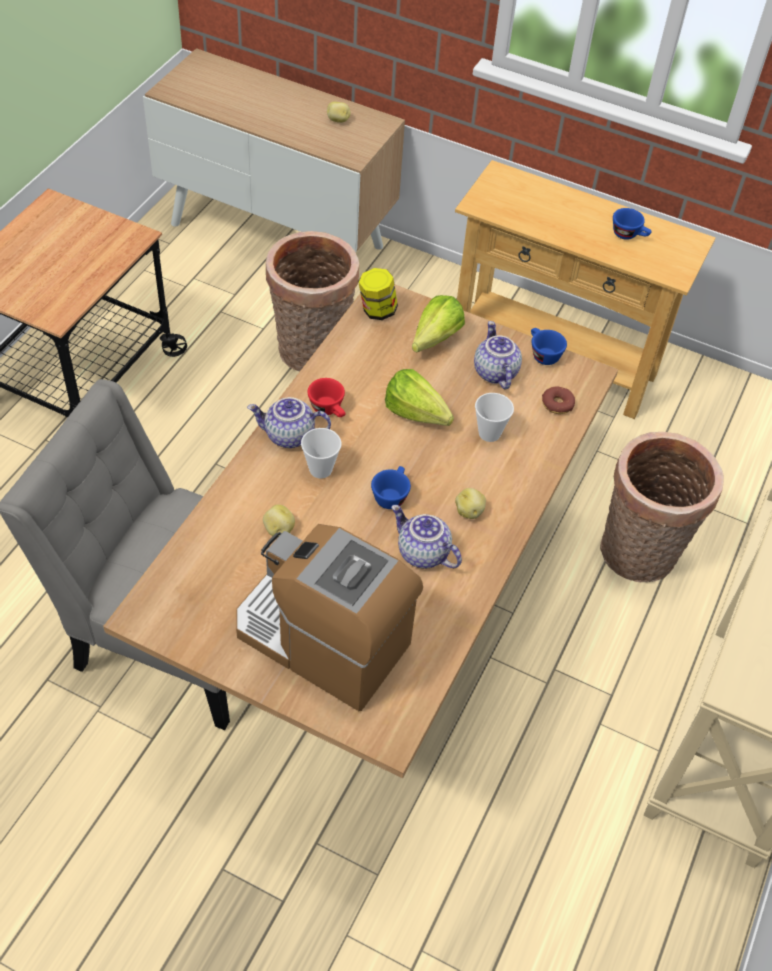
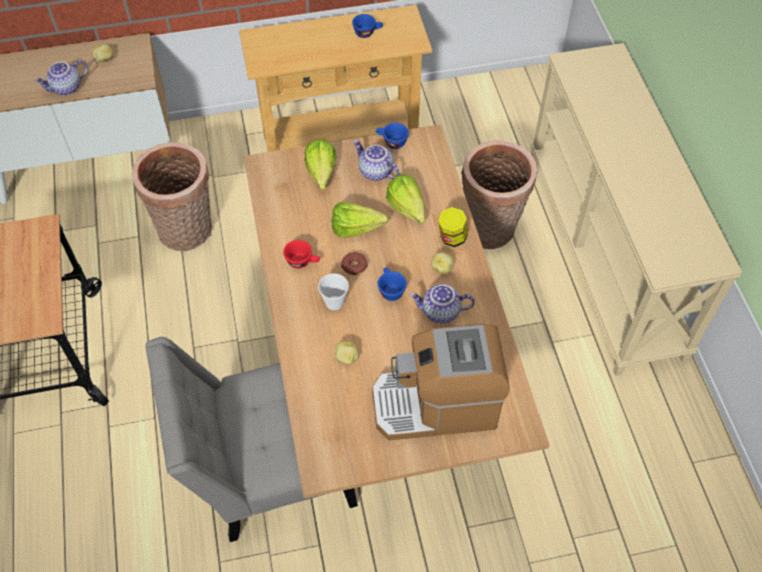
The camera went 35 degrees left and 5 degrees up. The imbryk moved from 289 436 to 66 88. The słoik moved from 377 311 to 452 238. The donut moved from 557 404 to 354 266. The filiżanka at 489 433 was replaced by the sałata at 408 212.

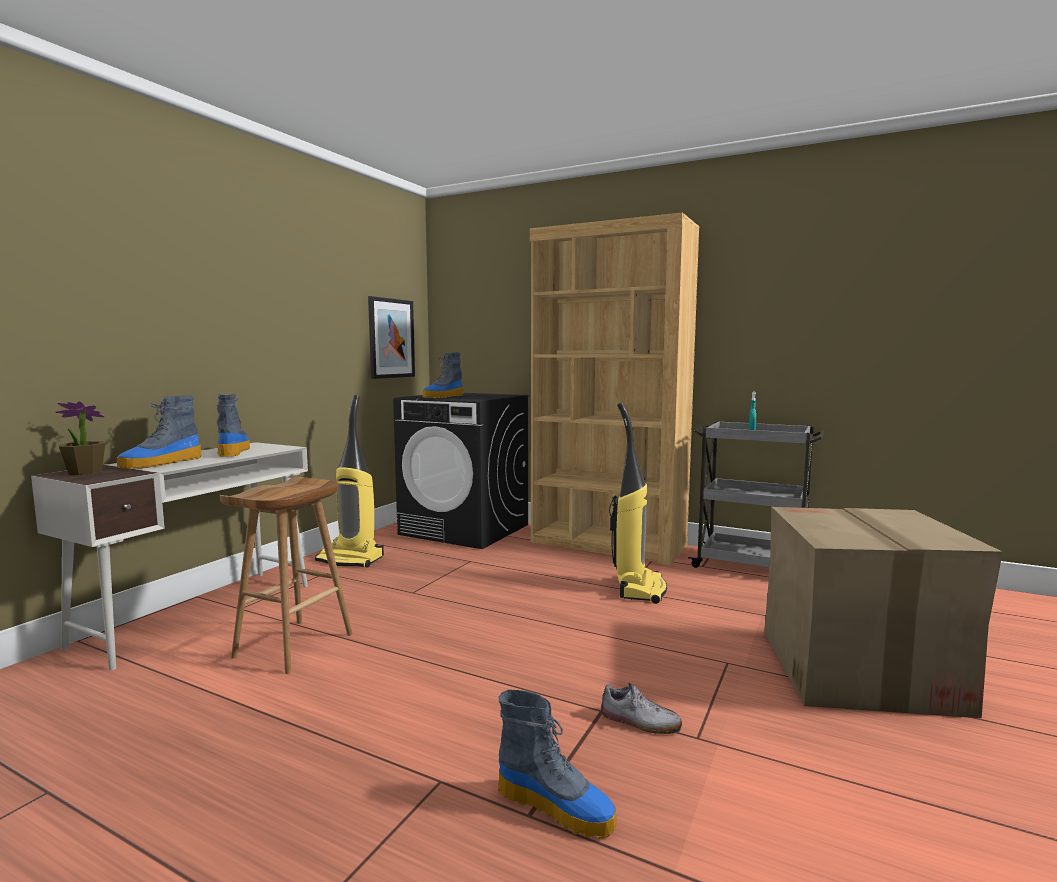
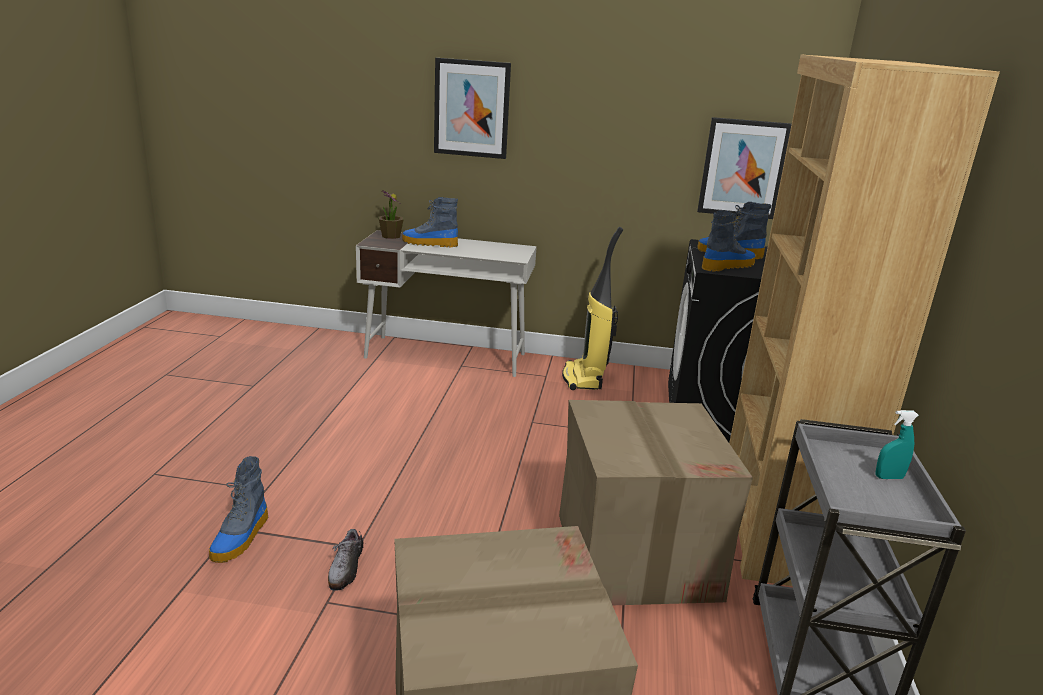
The camera went 70 degrees right and 15 degrees up. The stołek (brązowy) at 294 646 disappeared. The obraz at 471 108 appeared. The but z cholewką moved from 233 451 to 727 266. The odkurzacz at 639 588 was replaced by the karton at 636 554.

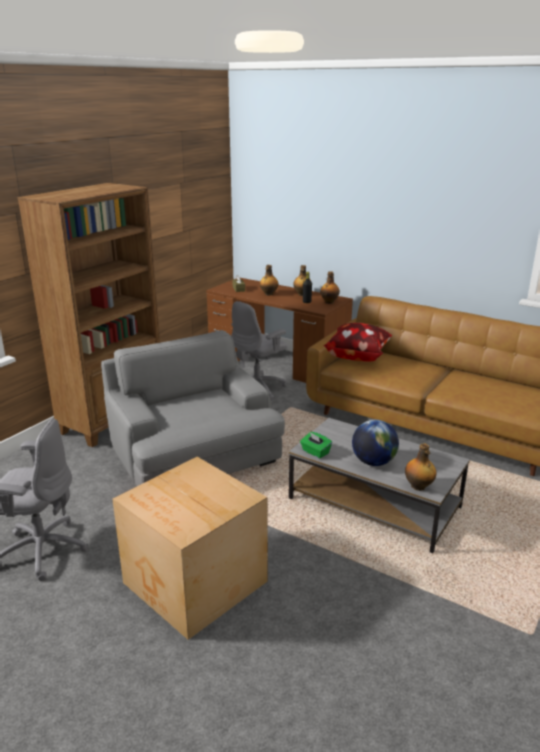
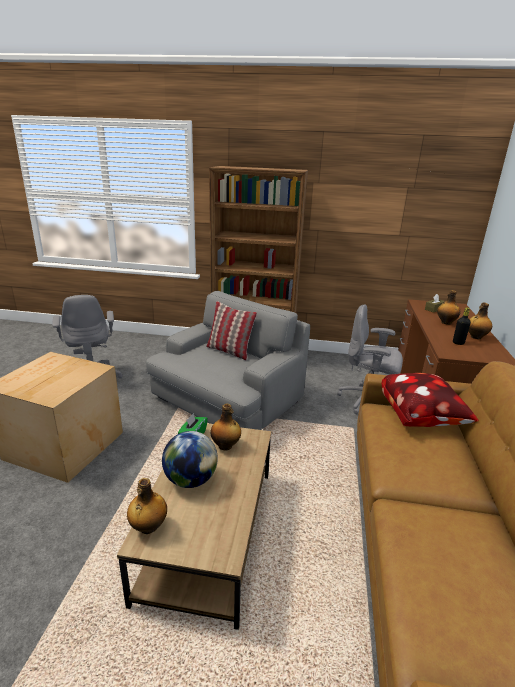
The camera went 65 degrees right and 0 degrees up. The poduszka at 229 351 appeared. The butelka moved from 329 302 to 225 446. The ława (szary) at 375 503 became the ława (brązowy) at 209 533.

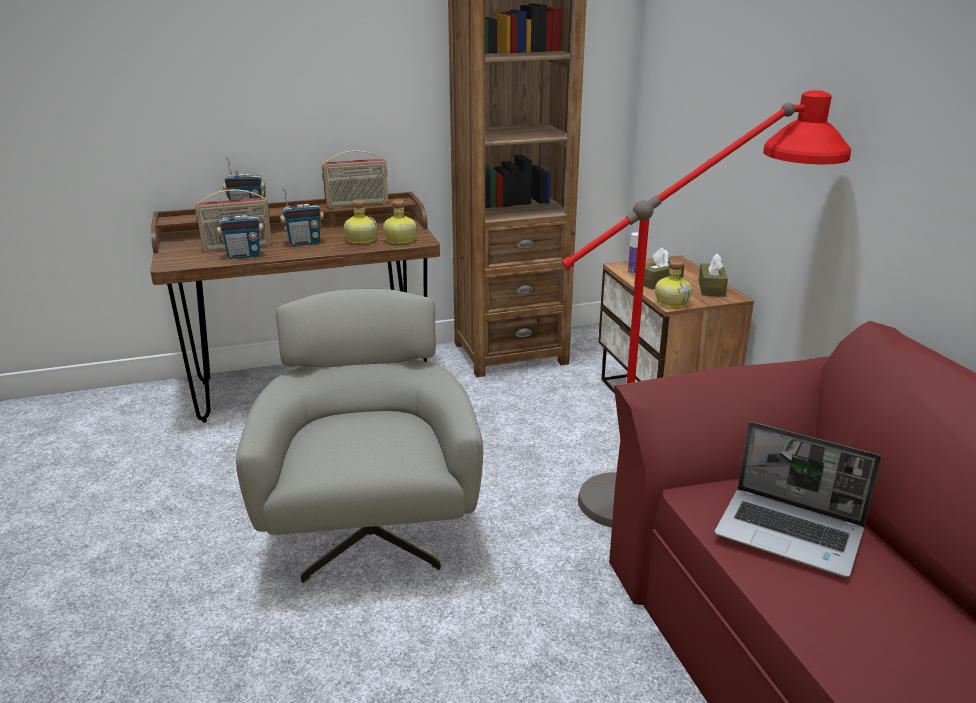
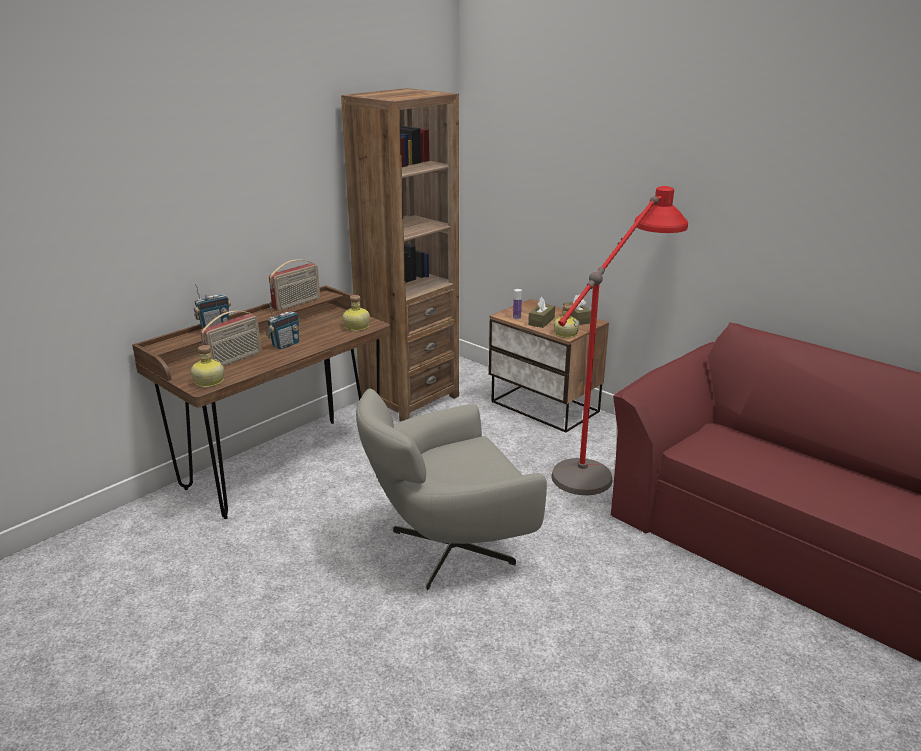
The camera went 30 degrees left and 0 degrees up. The radio at 243 256 disappeared. The laptop at 791 533 disappeared. The butelka moved from 360 239 to 208 382. The fotel (szary) at 370 530 turned 75 degrees counterclockwise.

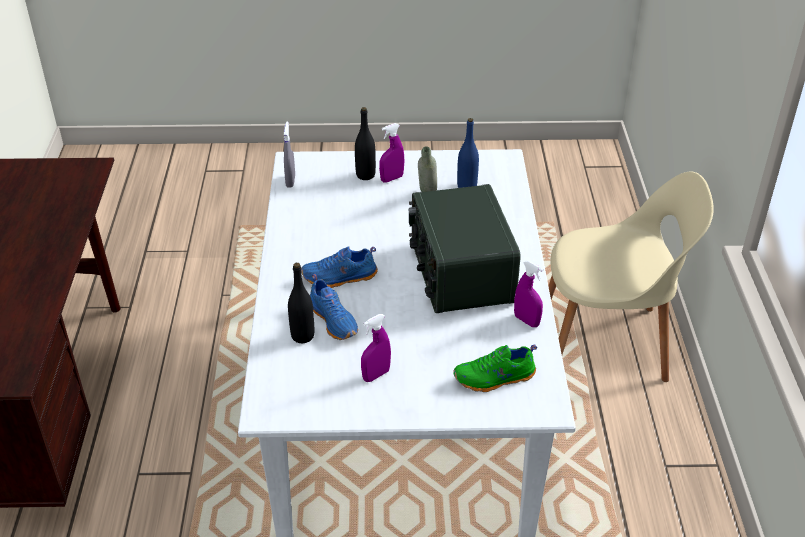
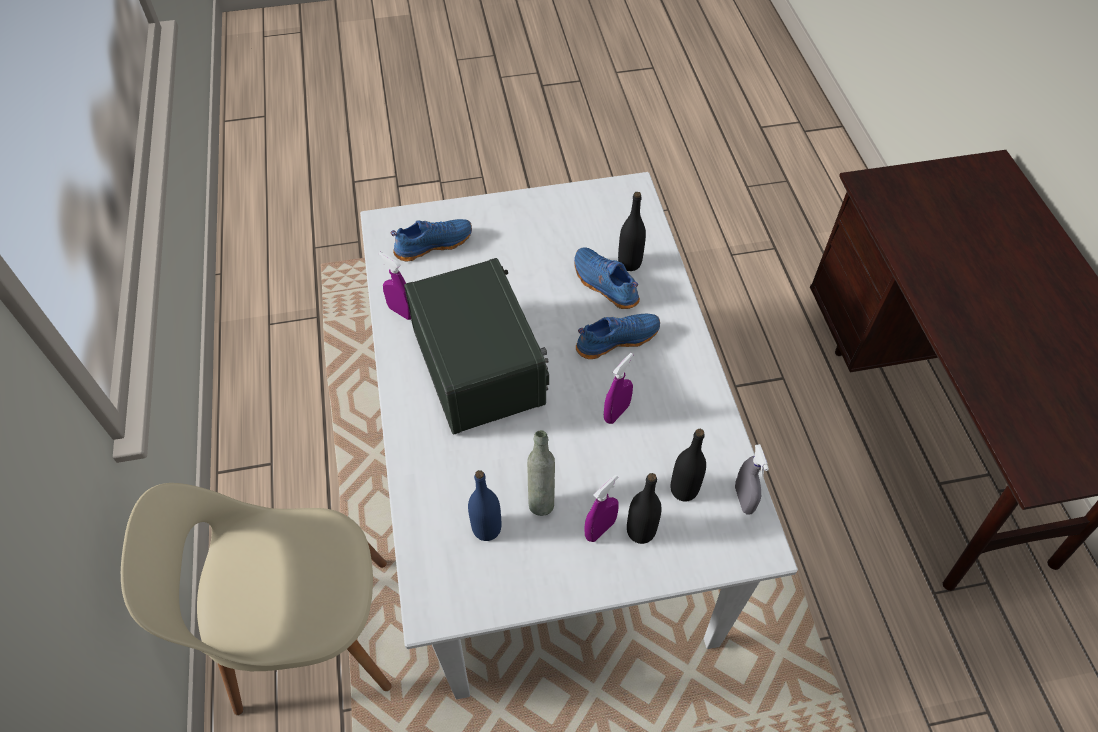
The camera went 170 degrees right and 15 degrees up. The butelka (czarny) at 684 489 appeared. The spryskiwacz (fioletowy) moved from 376 375 to 616 412. The but (zielony) at 495 379 became the but (niebieski) at 433 244.

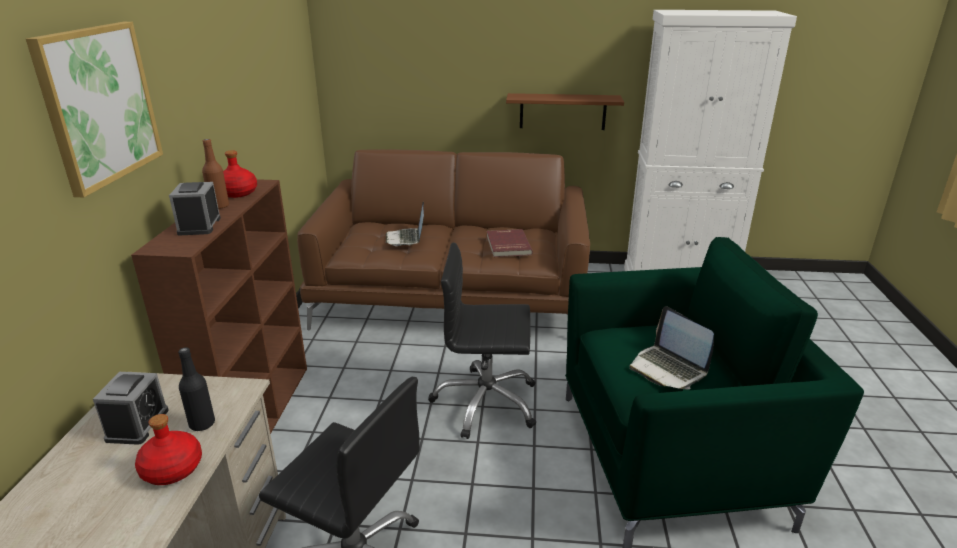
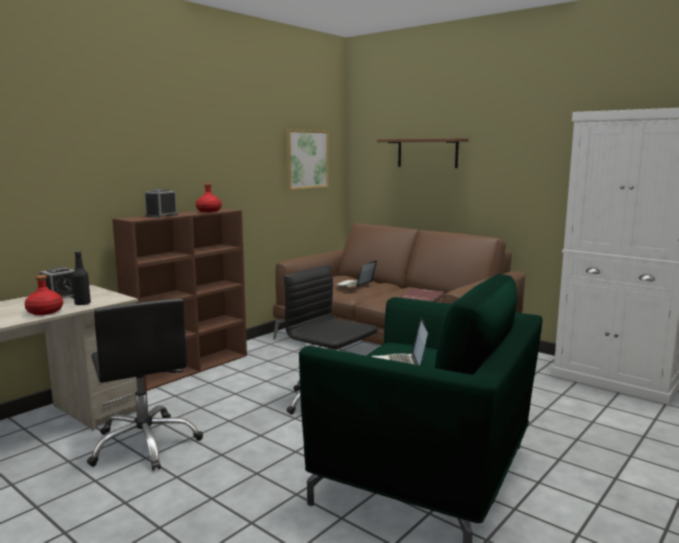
The camera went 35 degrees right and 15 degrees down. The butelka (brązowy) at 219 206 disappeared. The obraz moved from 99 105 to 306 159. The półka (brązowy) moved from 562 111 to 427 153.

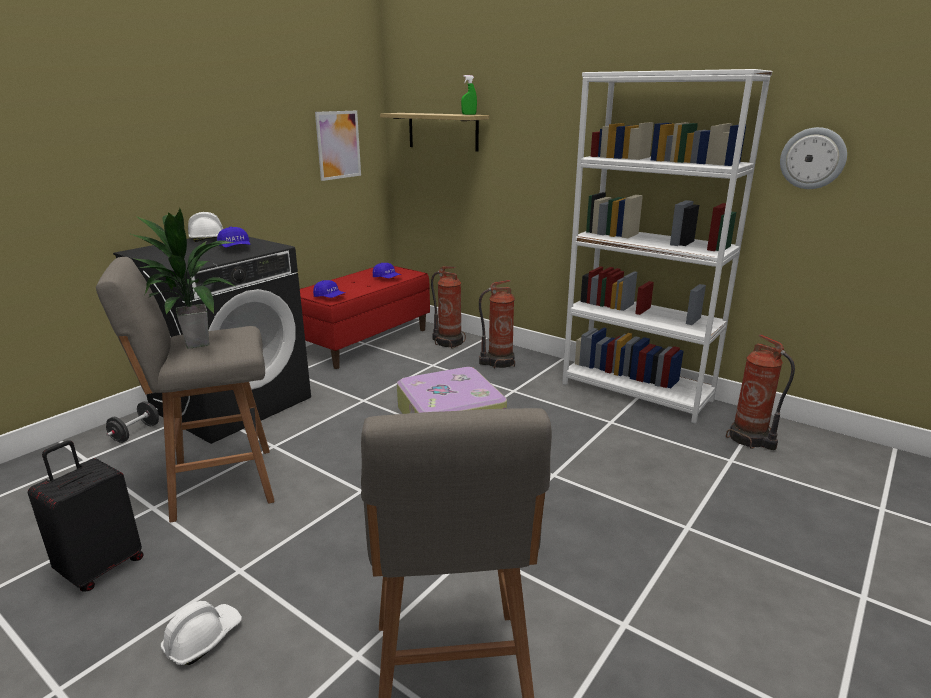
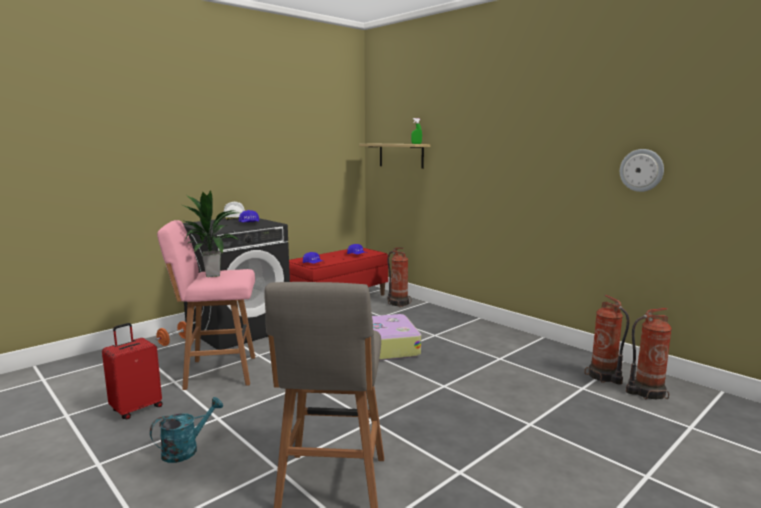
The camera went 10 degrees right and 10 degrees down. The obraz at 338 145 disappeared. The regał (biały) at 636 392 disappeared. The gaśnica moved from 498 362 to 646 392. The kask (biały) at 203 639 was replaced by the konewka (turkusowy) at 186 449. The walizka (czarny) at 101 567 became the walizka (czerwony) at 136 409. The stołek (szary) at 218 484 became the stołek (różowy) at 217 372. The hantel (czarny) at 135 433 became the hantel (pomarańczowy) at 174 341.

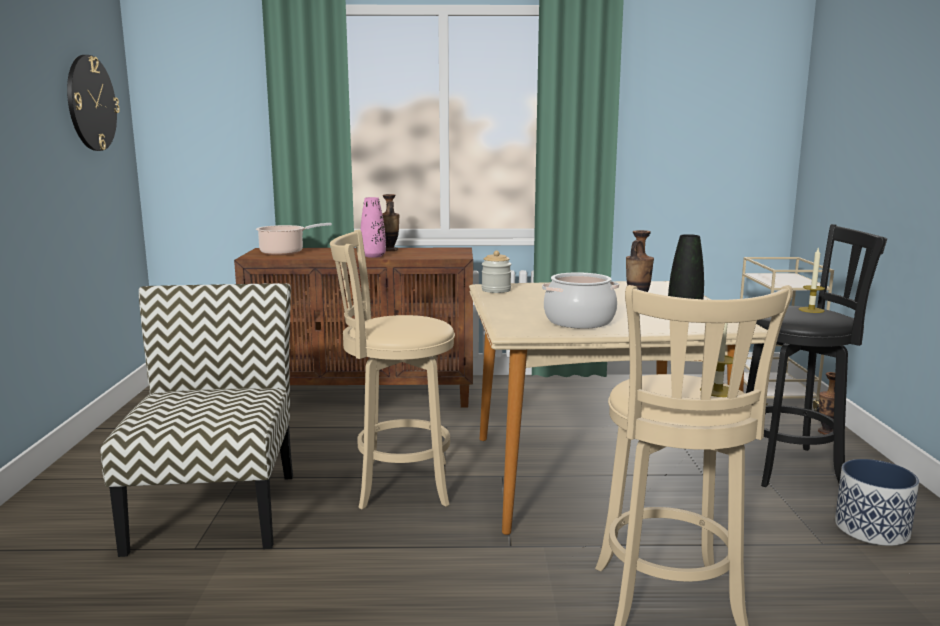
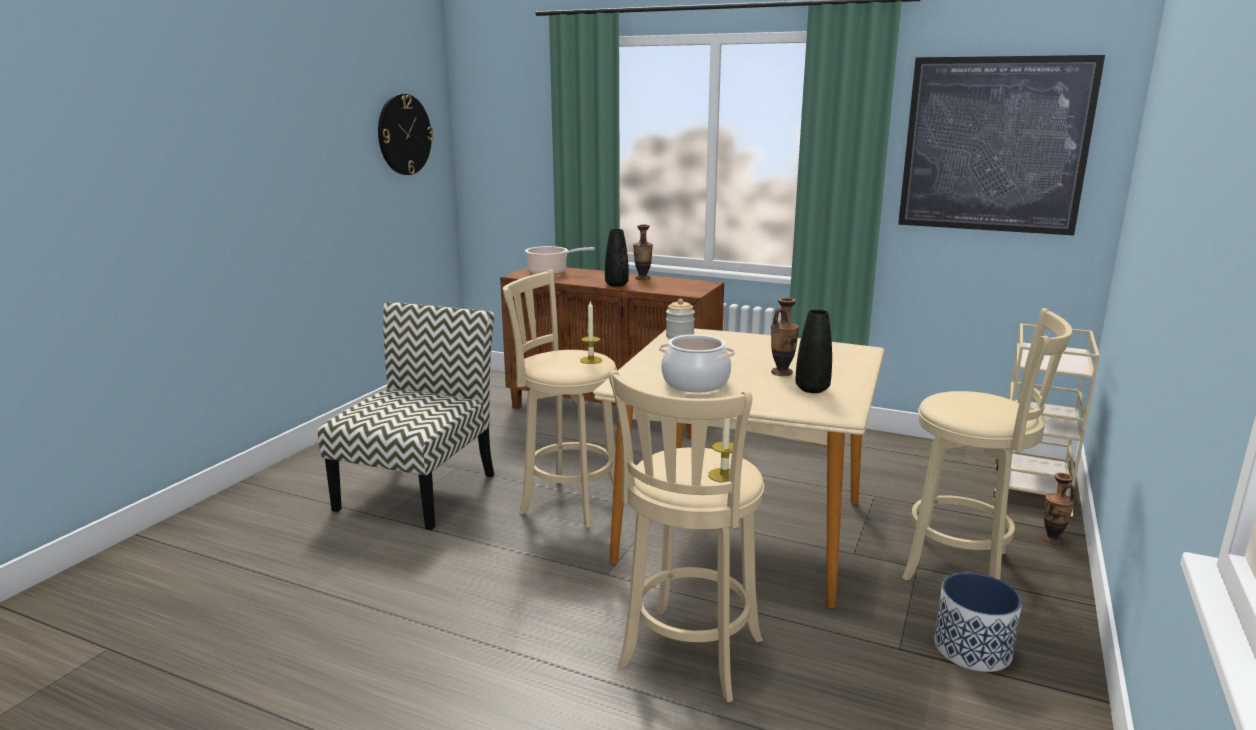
The camera went 25 degrees right and 5 degrees up. The obraz at 994 145 appeared. The świeca moved from 811 310 to 591 360. The wazon (różowy) at 373 256 became the wazon (czarny) at 616 284. The stołek (czarny) at 793 467 became the stołek (beżowy) at 963 567.

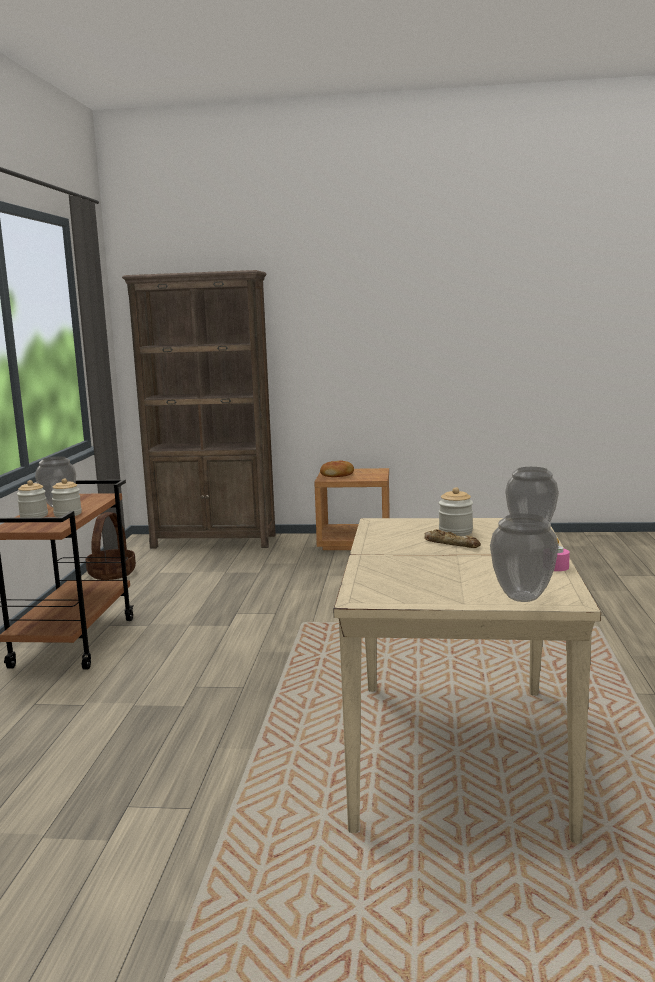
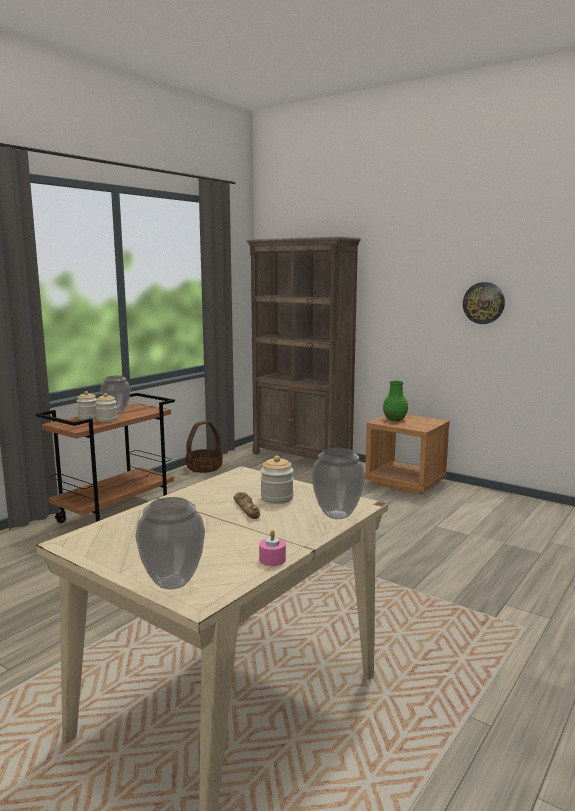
The camera went 30 degrees right and 0 degrees up. The zegar ścienny at 483 303 appeared. The chleb at 337 475 was replaced by the wazon (zielony) at 395 419.

